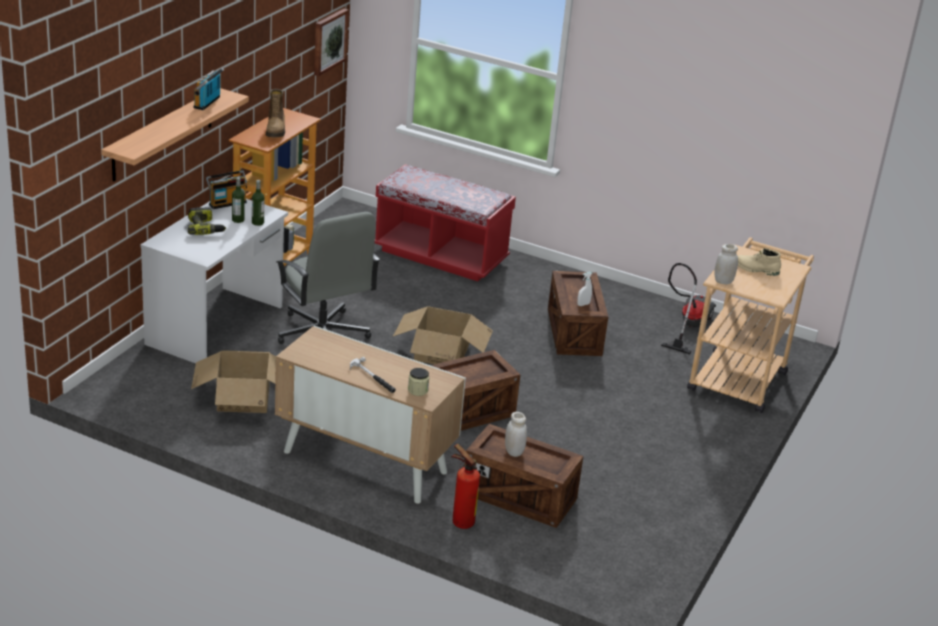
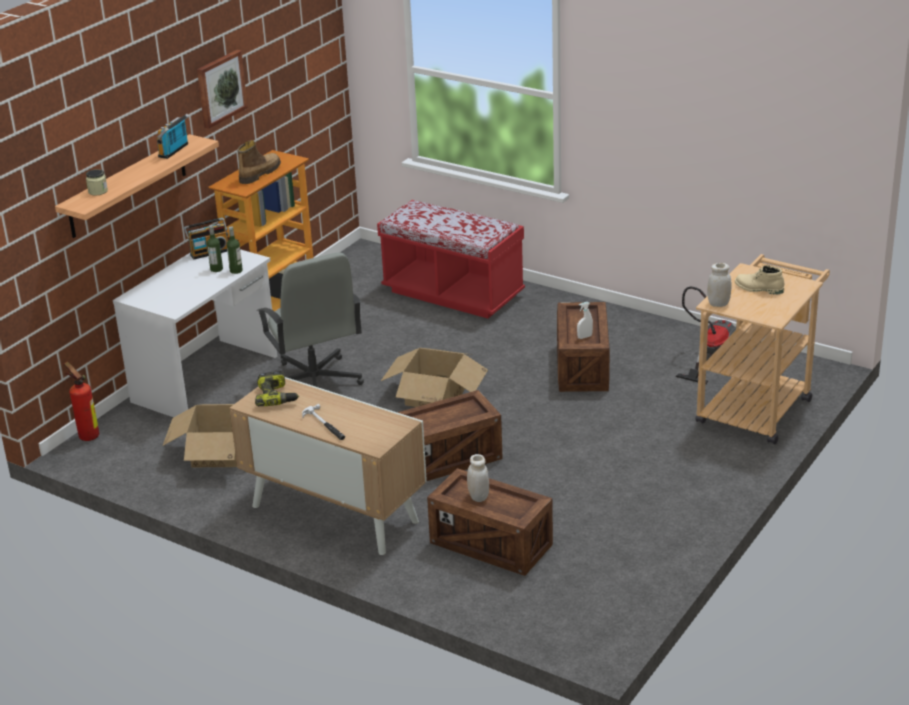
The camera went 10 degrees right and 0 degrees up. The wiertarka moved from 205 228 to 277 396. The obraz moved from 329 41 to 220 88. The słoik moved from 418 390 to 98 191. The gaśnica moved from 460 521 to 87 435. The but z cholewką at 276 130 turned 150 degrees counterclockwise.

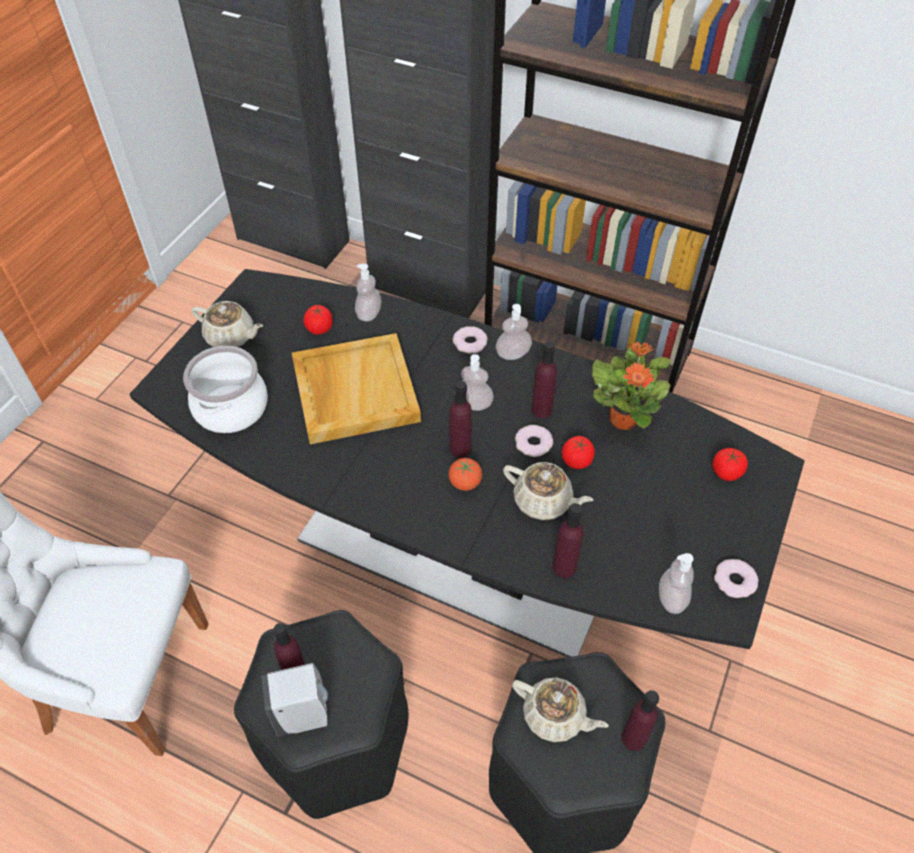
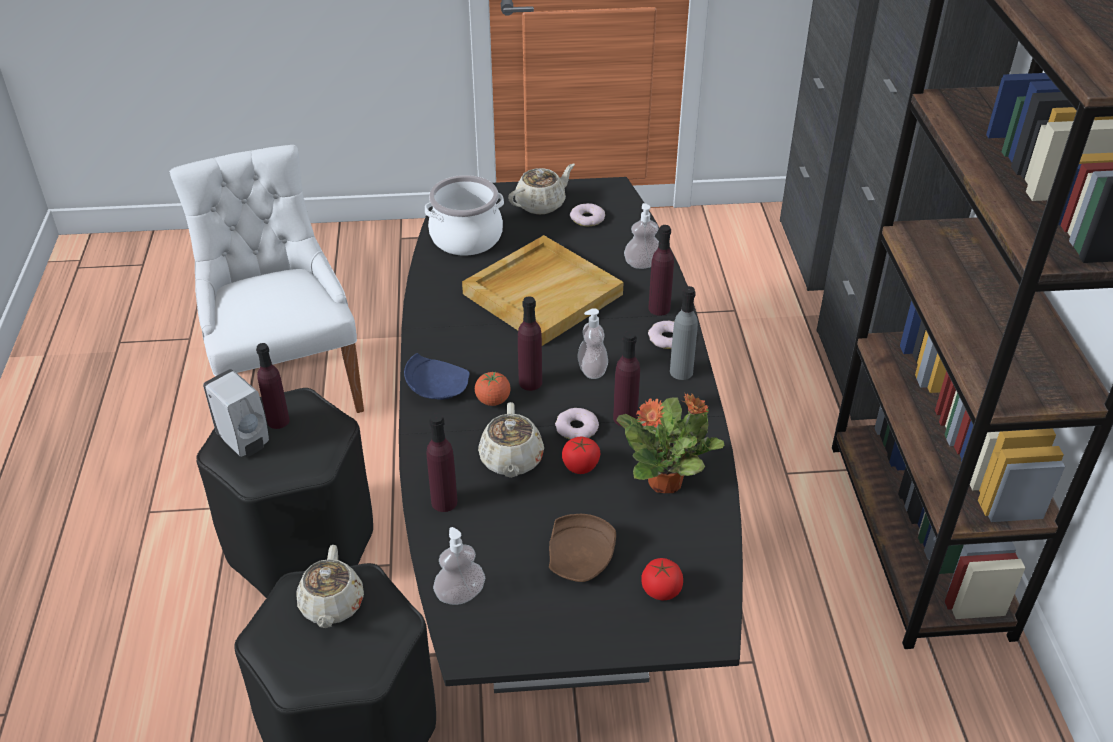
The camera went 60 degrees right and 10 degrees down. The pomidor at 319 328 disappeared. The talerz (niebieski) at 436 387 appeared. The talerz (brązowy) at 581 559 appeared. The butelka (fioletowy) moved from 633 738 to 659 308. The donut moved from 734 581 to 587 218. The dozownik mydła at 513 354 was replaced by the butelka (szary) at 681 372. The imbryk (beżowy) at 231 337 turned 120 degrees counterclockwise.

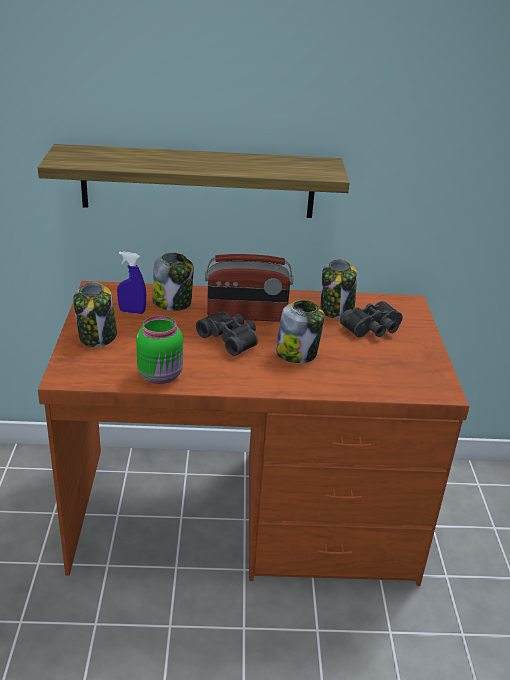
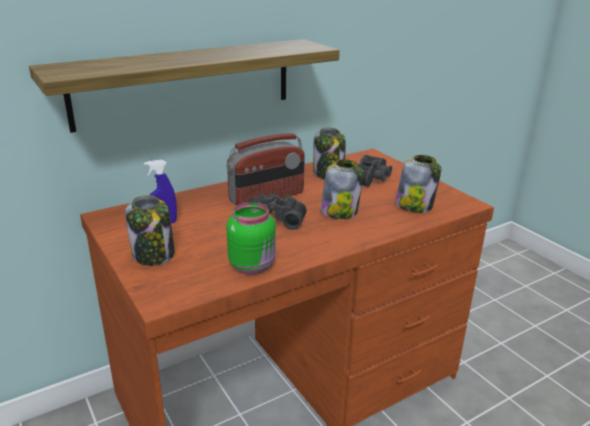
The camera went 30 degrees left and 5 degrees down. The słoik moved from 173 302 to 415 205.

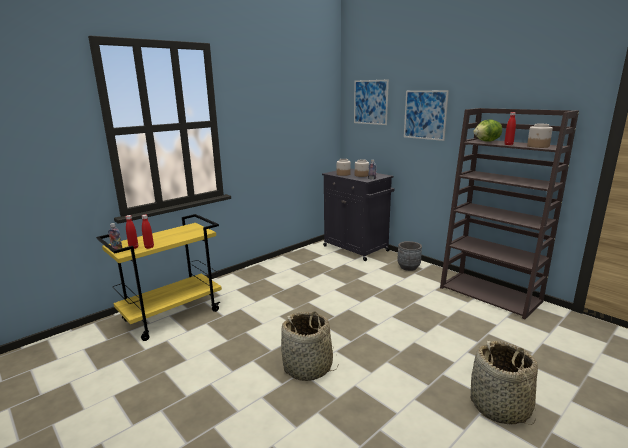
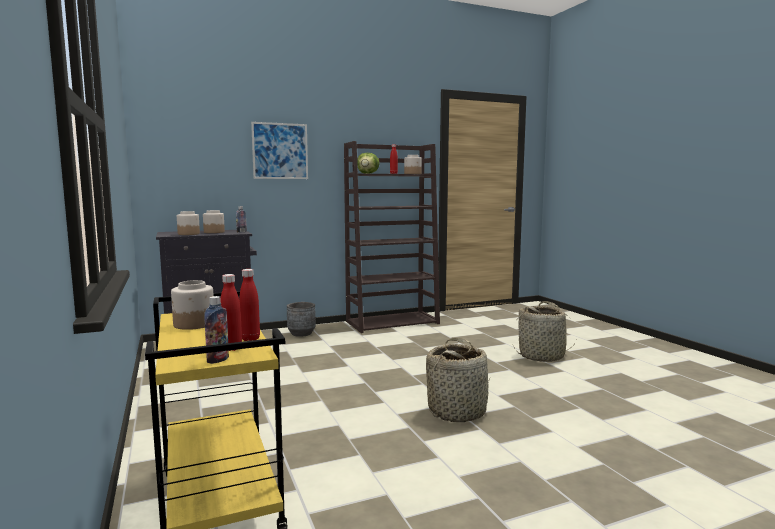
The camera went 70 degrees left and 10 degrees down. The obraz at 370 102 disappeared. The słoik at 194 324 appeared.

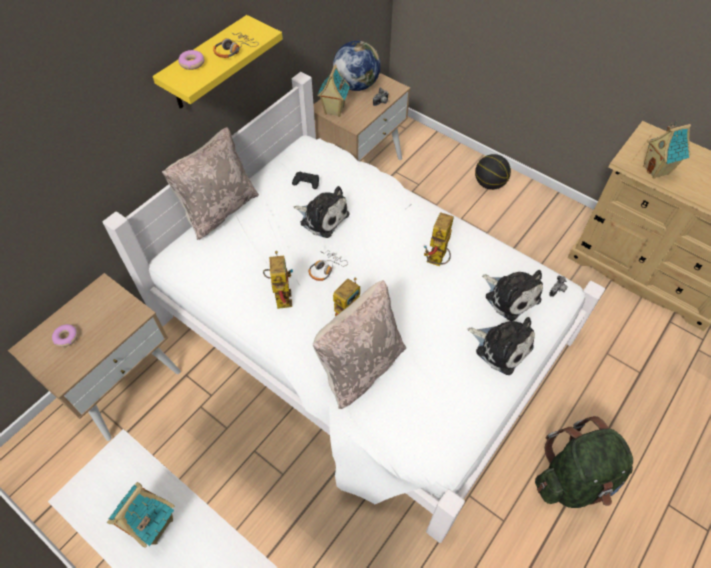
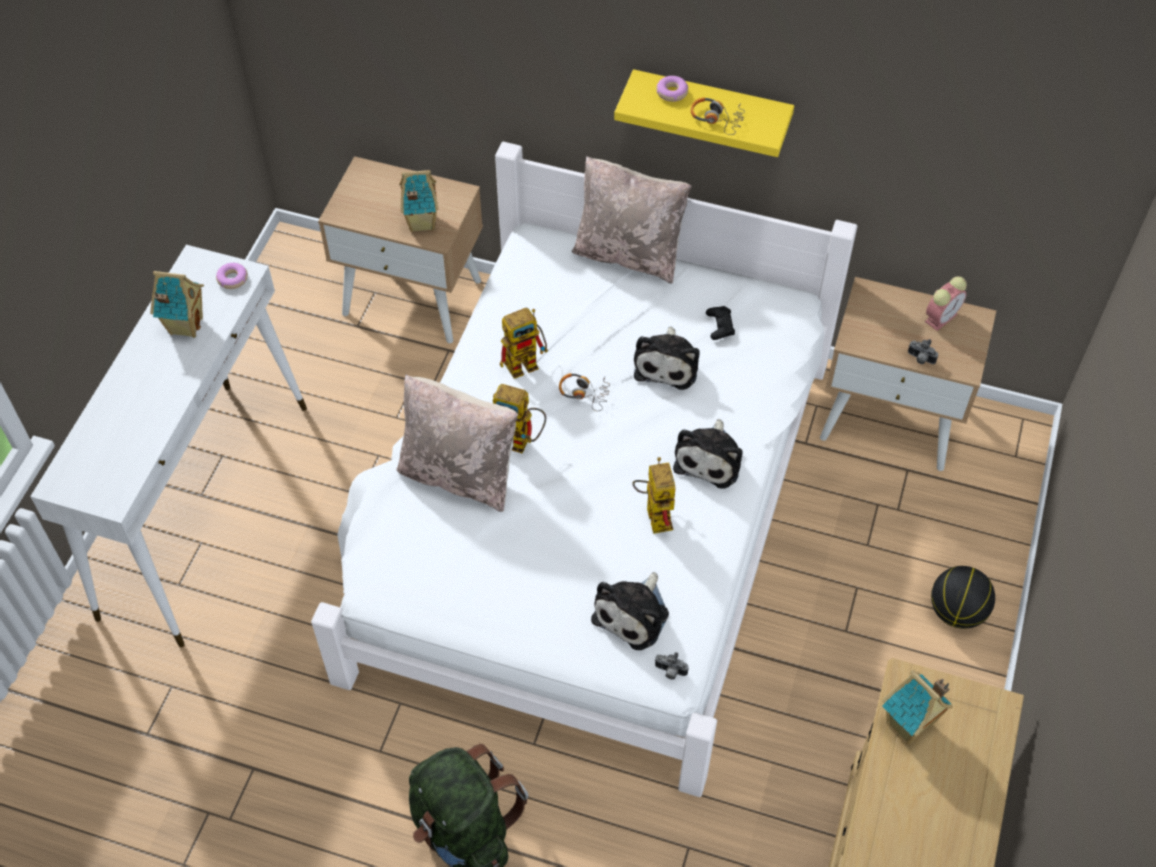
The camera went 70 degrees right and 0 degrees up. The donut moved from 66 337 to 232 279. The domek moved from 333 111 to 420 222. The pluszak moved from 501 347 to 710 458. The globus at 356 85 was replaced by the budzik at 941 317. The robot zabawkowy at 437 261 turned 75 degrees clockwise.

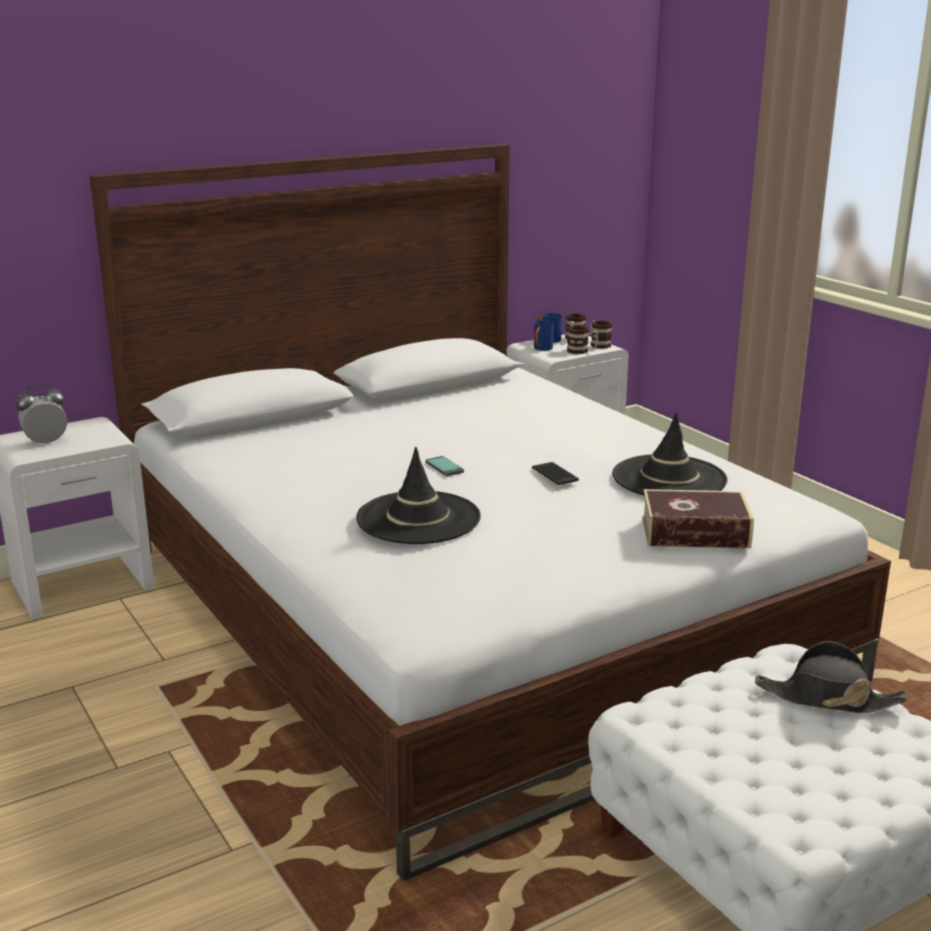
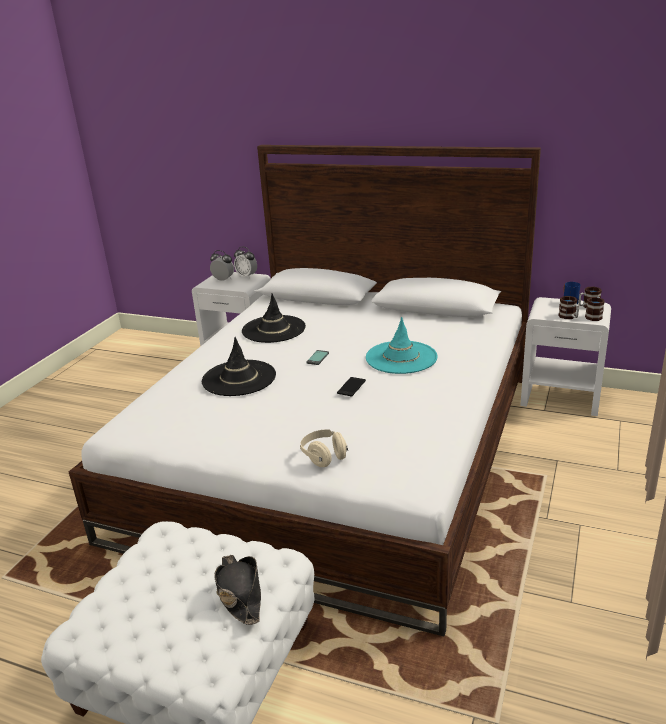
The camera went 55 degrees right and 5 degrees up. The kubek (niebieski) at 541 349 disappeared. The budzik at 247 276 appeared. The kapelusz (turkusowy) at 401 357 appeared. The kapelusz (czarny) moved from 669 478 to 273 329. The książka at 695 532 was replaced by the słuchawki (beżowy) at 324 456.

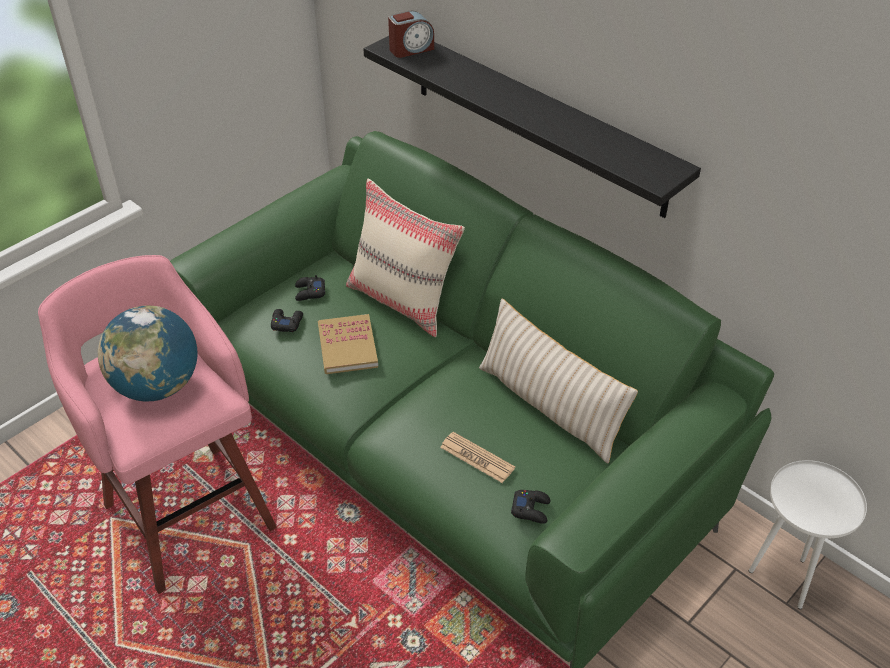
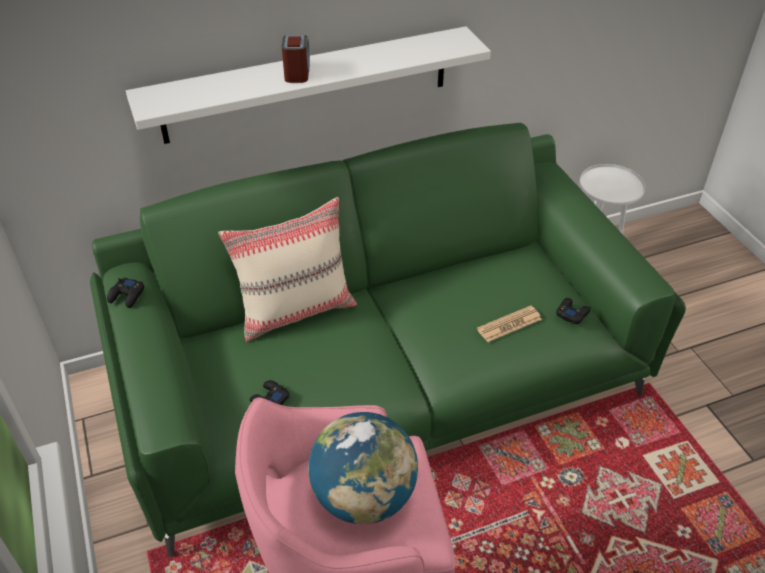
The camera went 65 degrees left and 0 degrees up. The książka at 347 346 disappeared. The poduszka (beżowy) at 549 406 disappeared. The pad do gier (czarny) moved from 309 292 to 127 296. The budzik moved from 411 49 to 297 72. The półka (czarny) at 537 121 became the półka (biały) at 307 85.

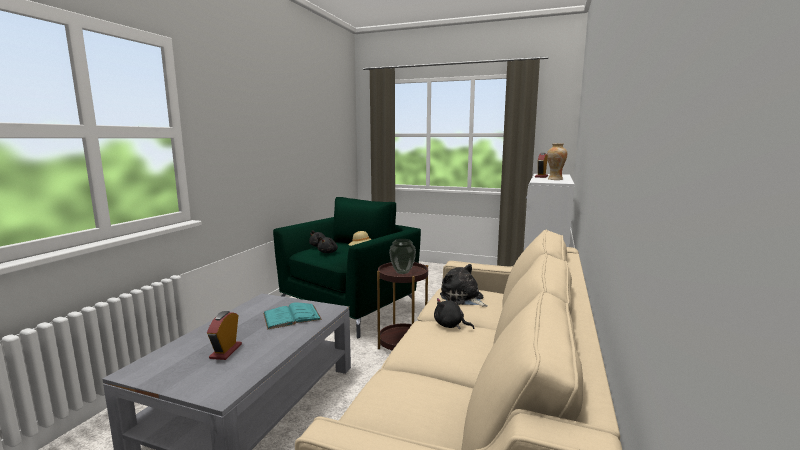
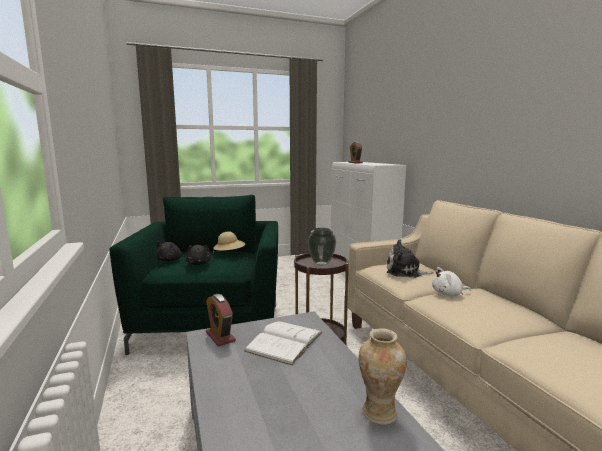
The camera went 40 degrees left and 0 degrees up. The budzik moved from 226 351 to 220 336. The wazon moved from 555 179 to 379 413. The książka (turkusowy) at 292 316 became the książka (biały) at 284 341. The pluszak (czarny) at 450 325 became the pluszak (biały) at 448 294.

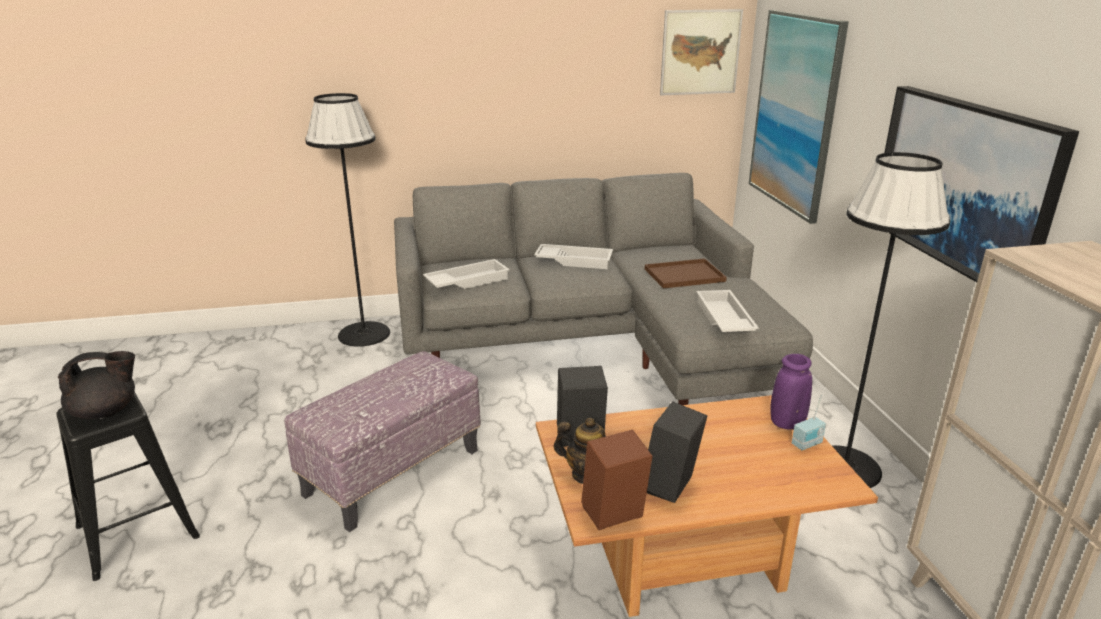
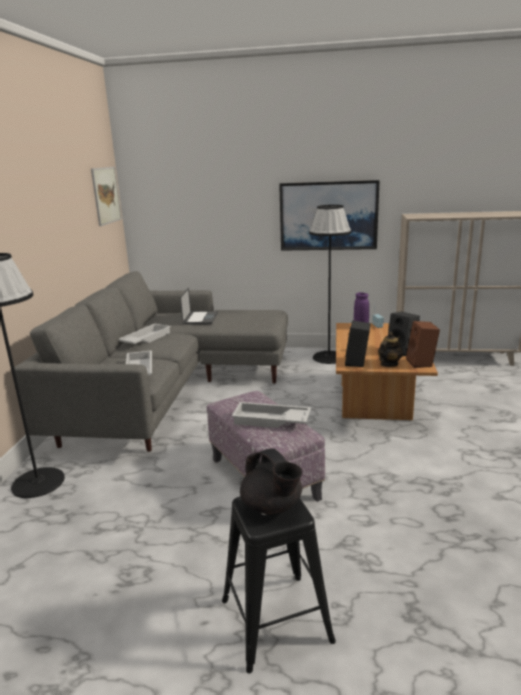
The camera went 70 degrees left and 5 degrees down. The obraz at 795 113 disappeared. The taca (biały) moved from 723 319 to 270 421. The taca (brązowy) at 685 274 was replaced by the laptop at 200 318. The imbryk (czarny) at 106 411 turned 150 degrees clockwise.

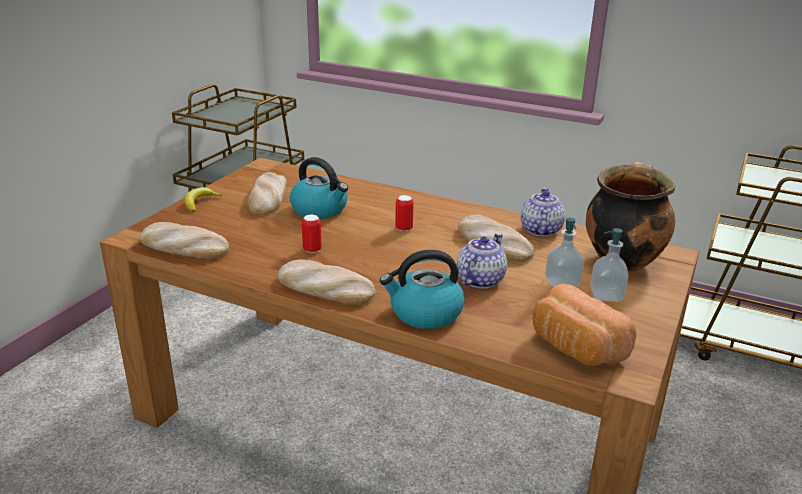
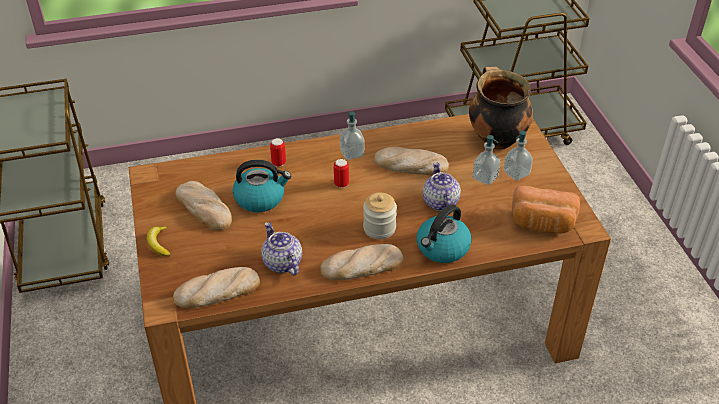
The camera went 40 degrees left and 15 degrees up. The dozownik mydła at 352 153 appeared. The słoik at 379 228 appeared. The puszka moved from 312 250 to 278 163. The imbryk moved from 540 230 to 281 263.

